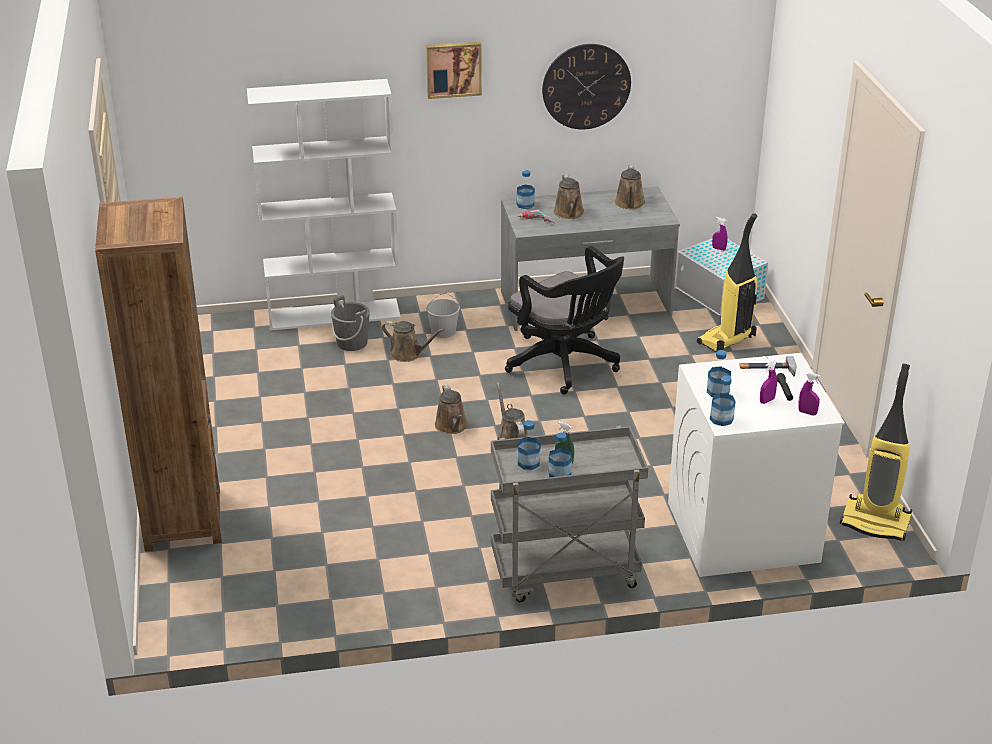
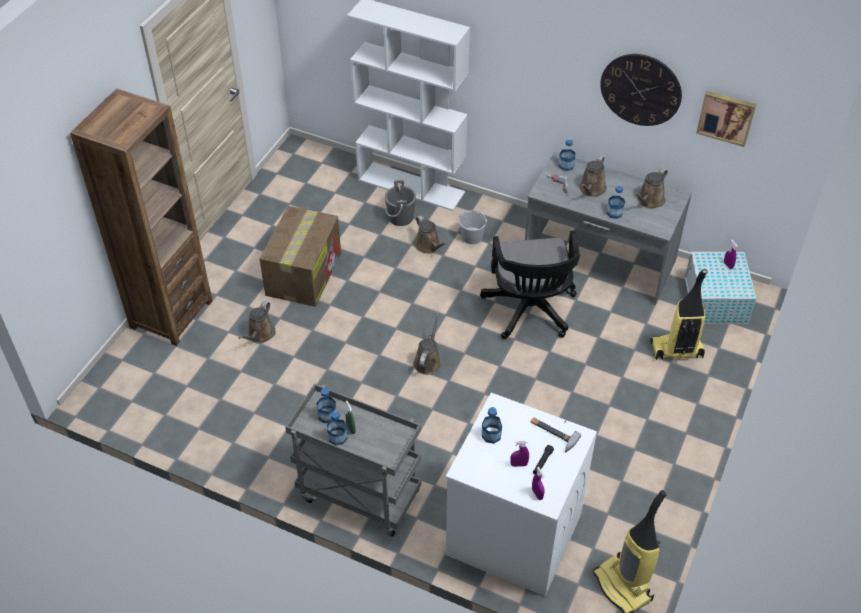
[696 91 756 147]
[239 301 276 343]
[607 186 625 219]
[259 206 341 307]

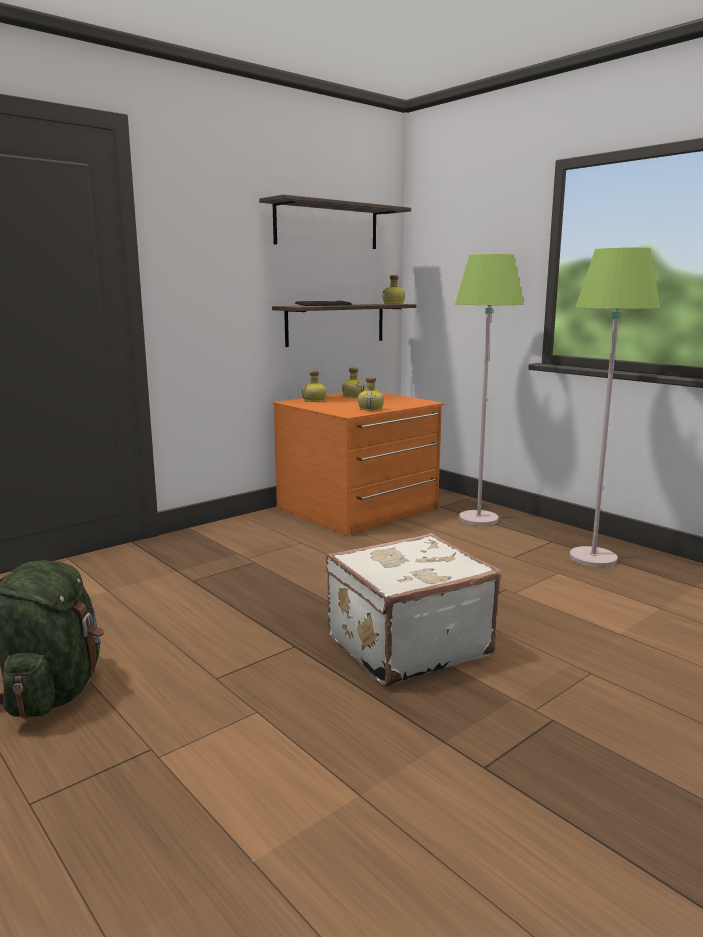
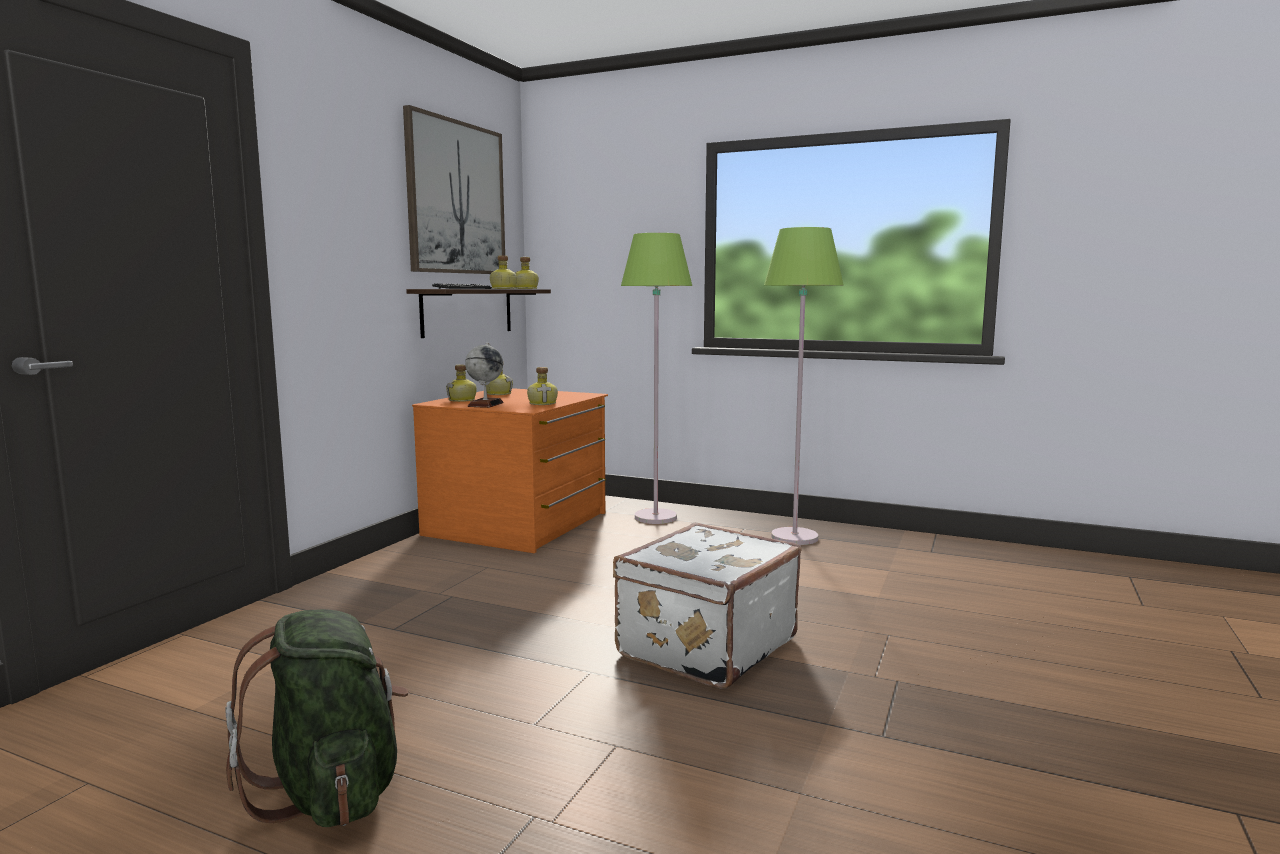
[403 105 505 274]
[465 342 504 408]
[490 255 517 289]

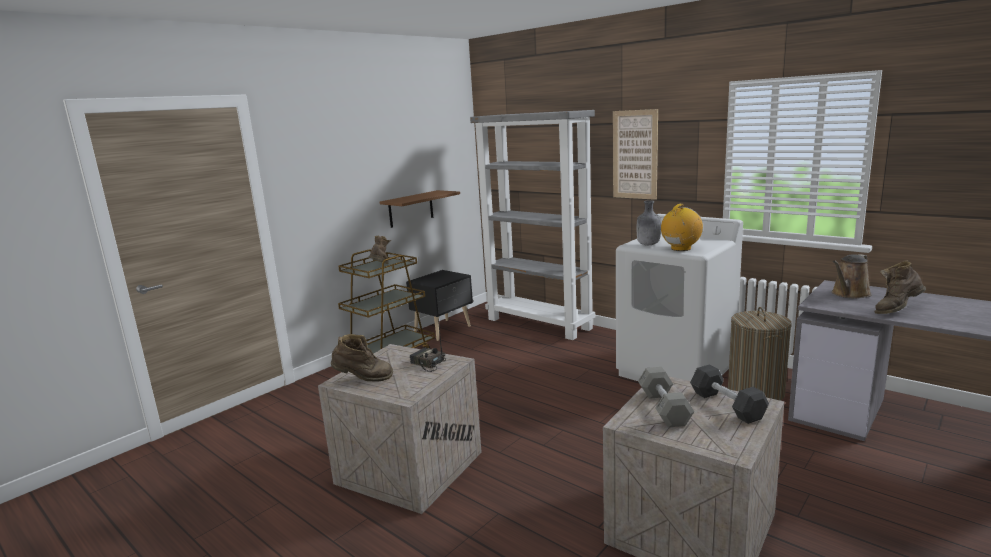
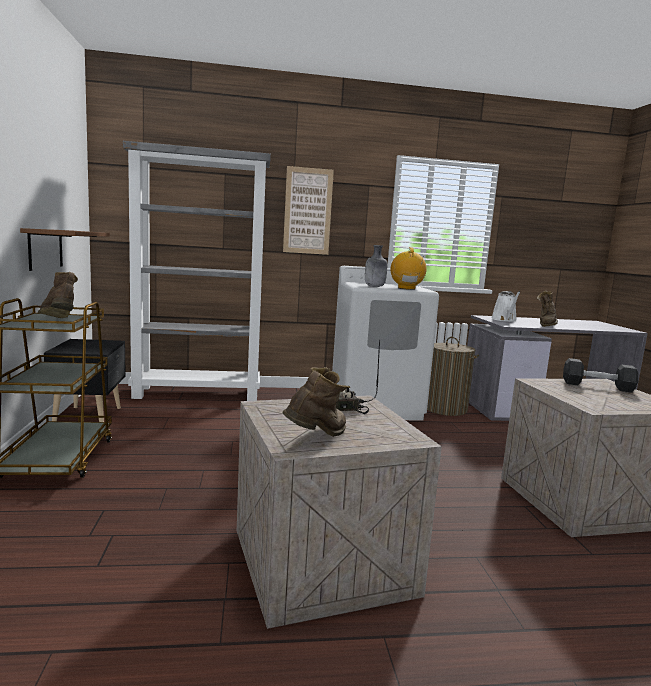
[638 367 694 427] (first image)
[491 291 521 322]

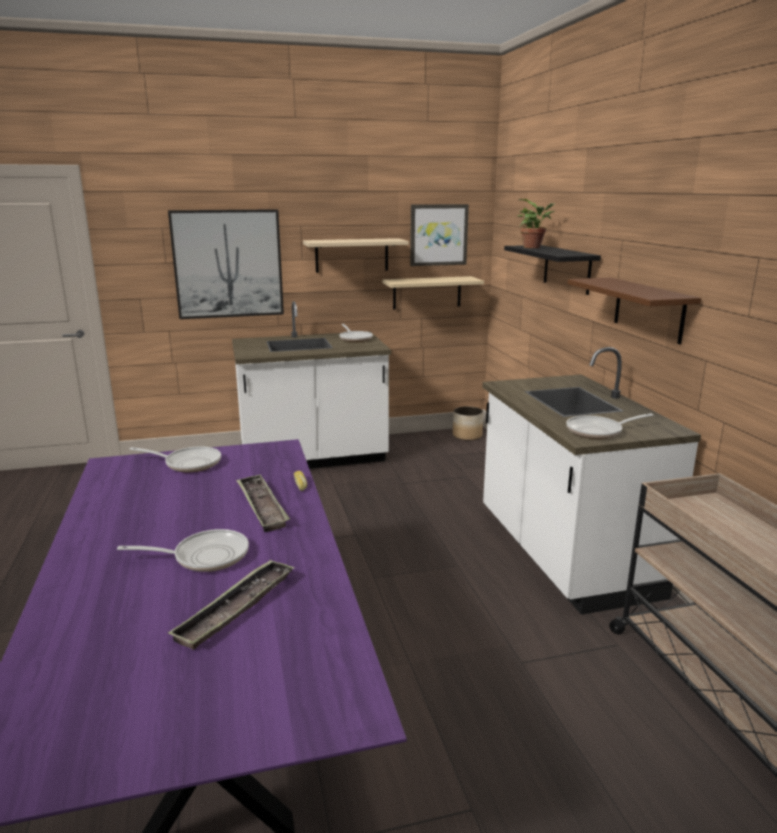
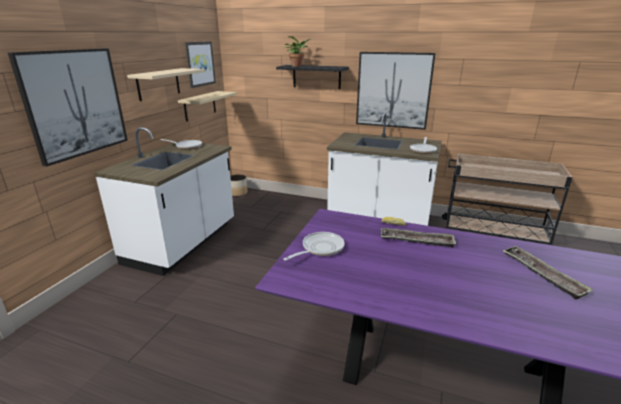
[117 529 249 572] (first image)
[356 52 436 130]

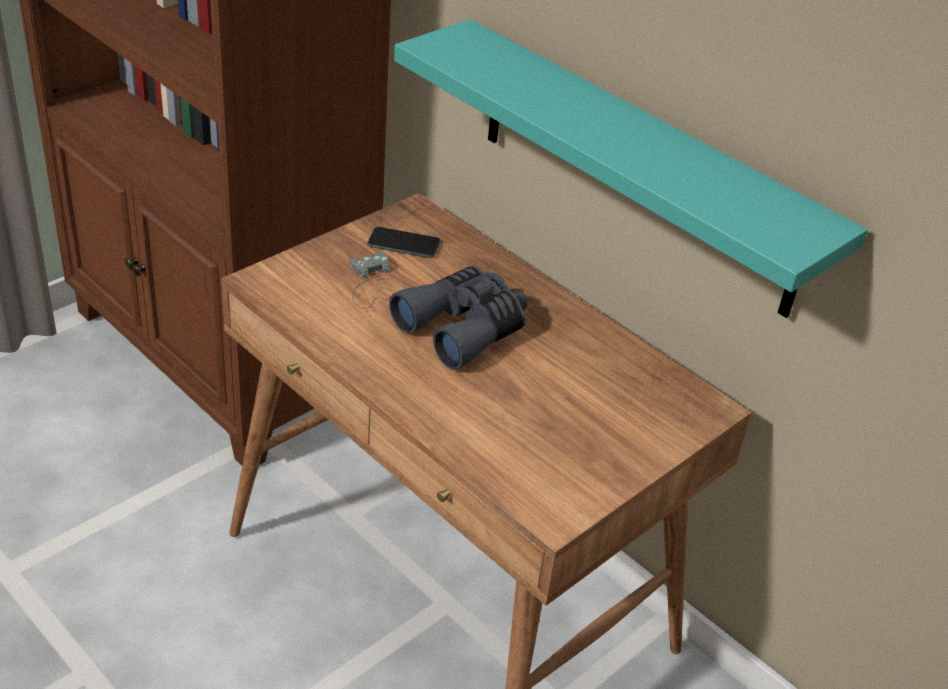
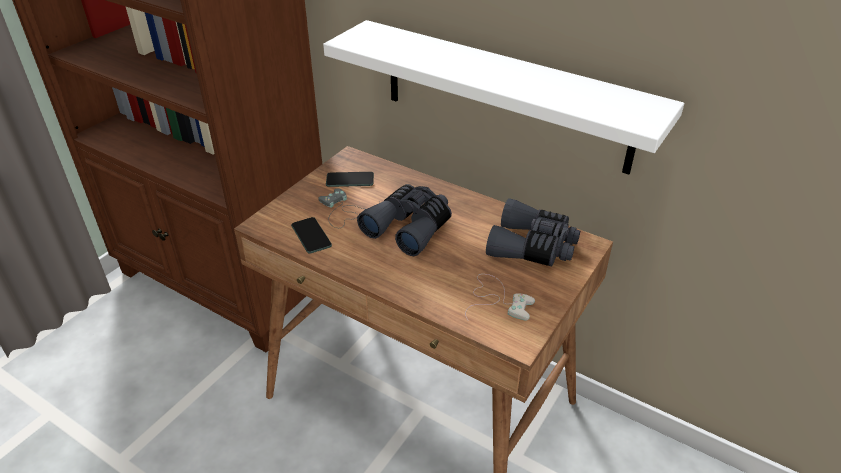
[323 20 684 174]
[291 217 332 254]
[465 274 535 321]
[486 198 580 267]

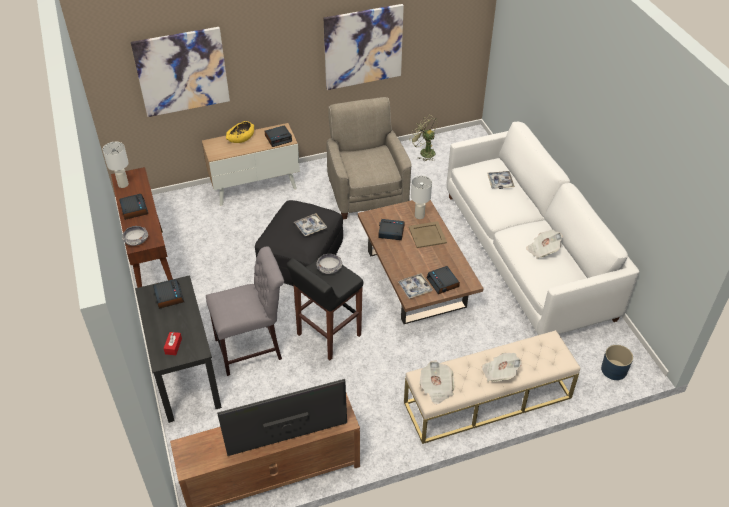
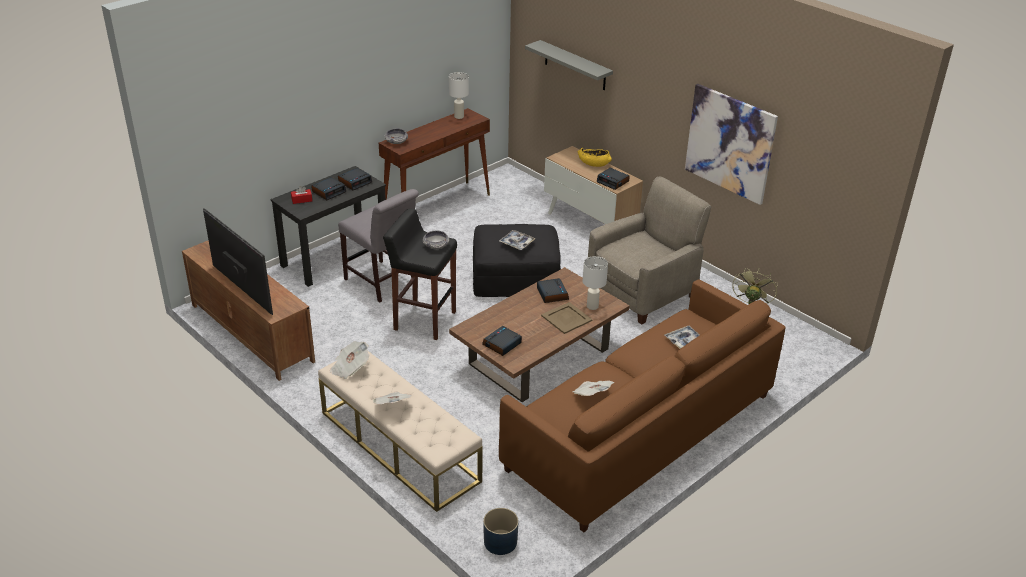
[311 177 346 200]
[525 40 613 90]
[398 273 433 299] (first image)
[499 279 786 532]

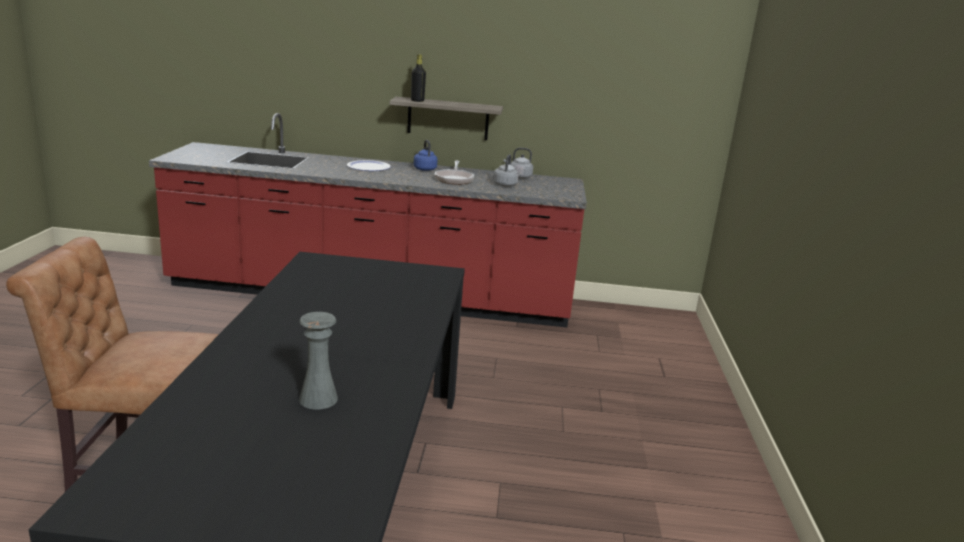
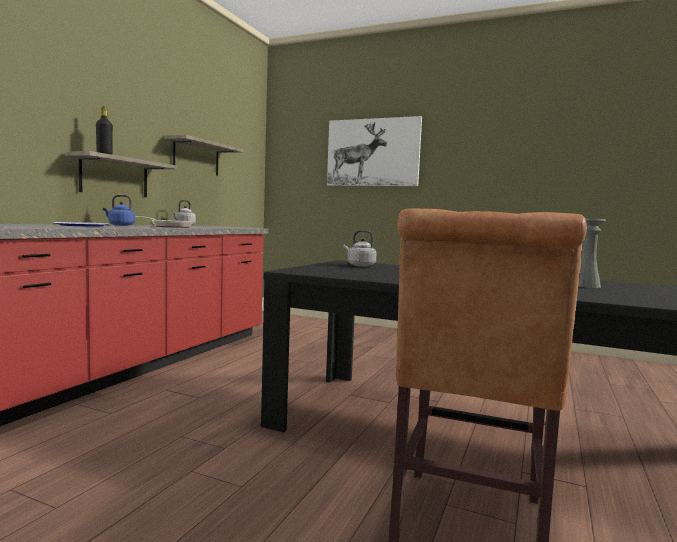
[344 230 376 267]
[164 135 243 176]
[327 116 422 186]

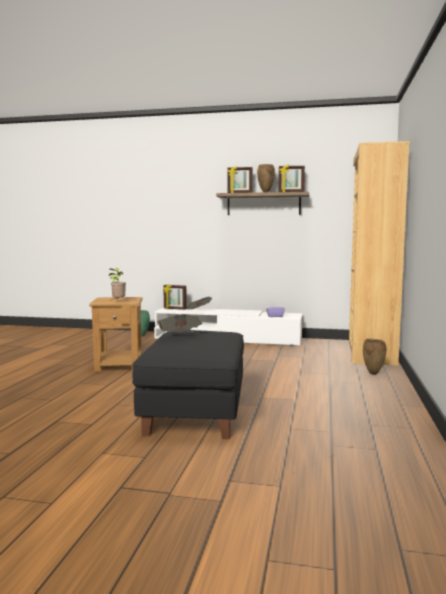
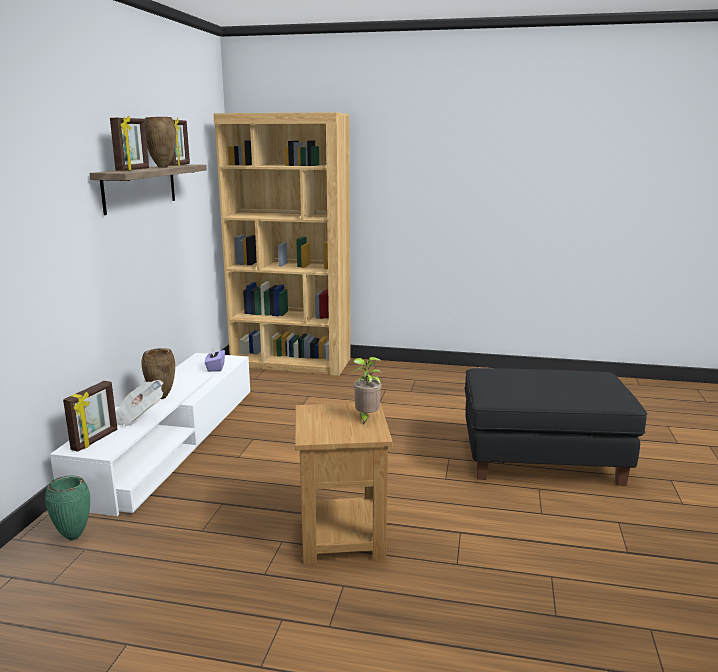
[158 314 202 332] (first image)
[141 348 175 399]

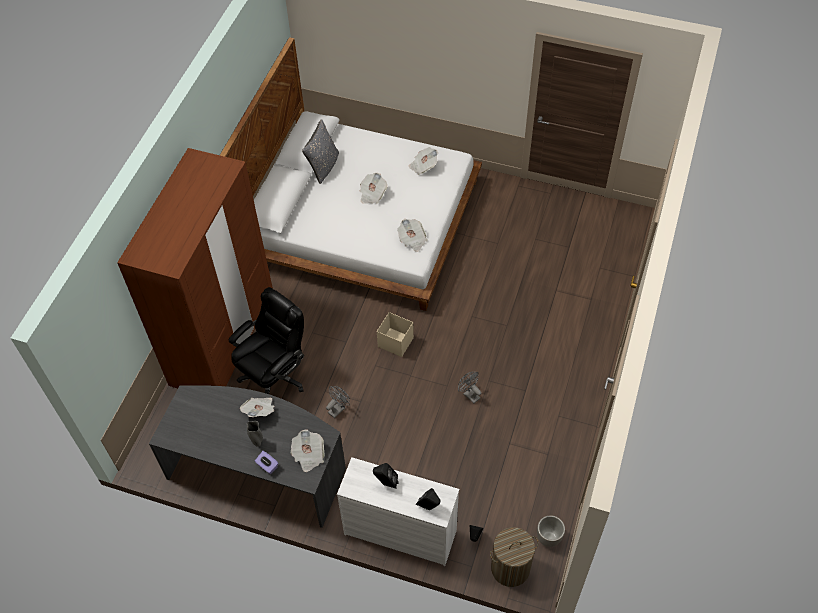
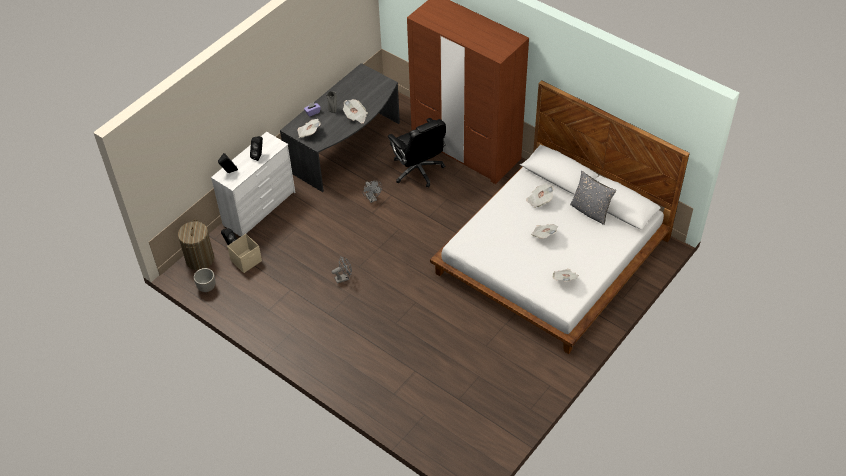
[227 234 262 273]
[526 184 554 208]

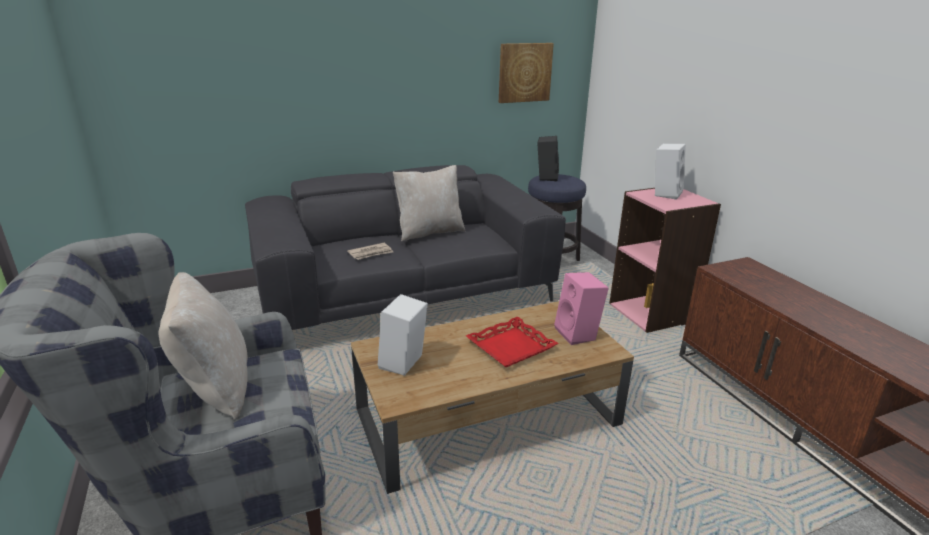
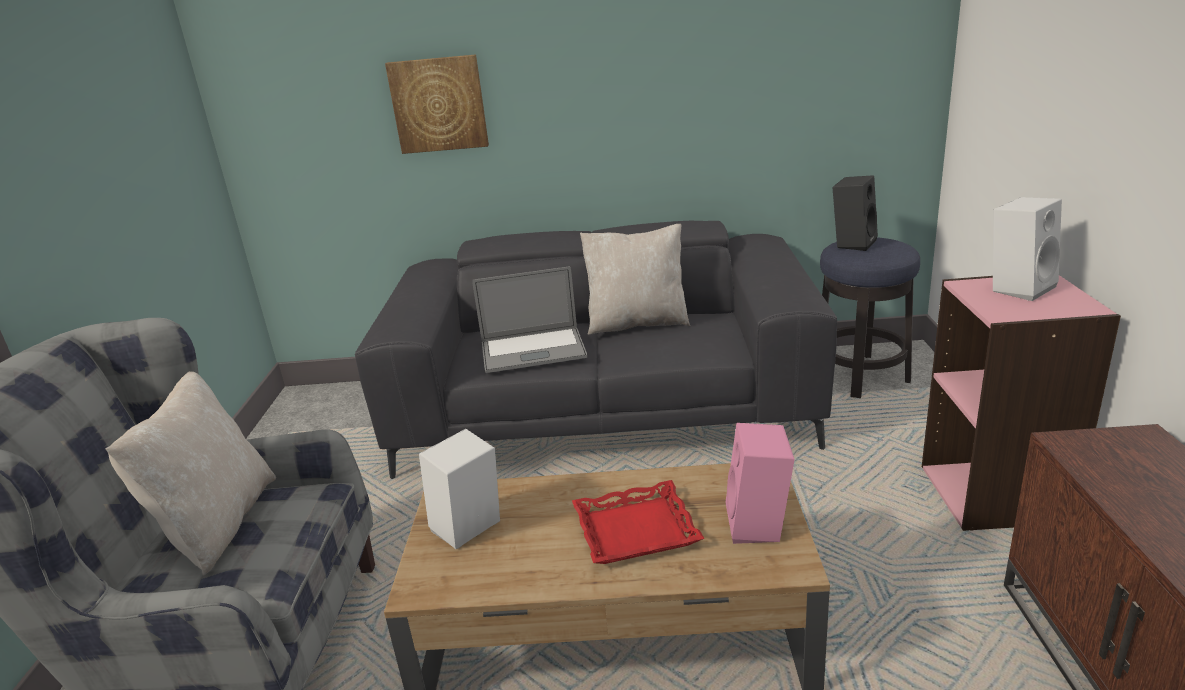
[472 266 587 373]
[385 55 489 154]

